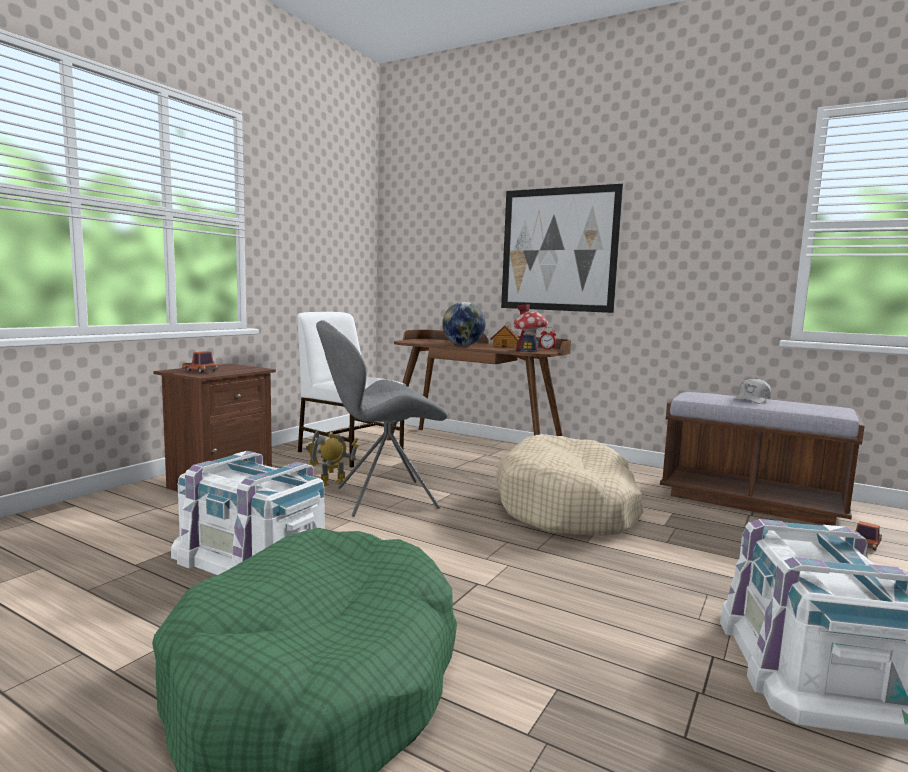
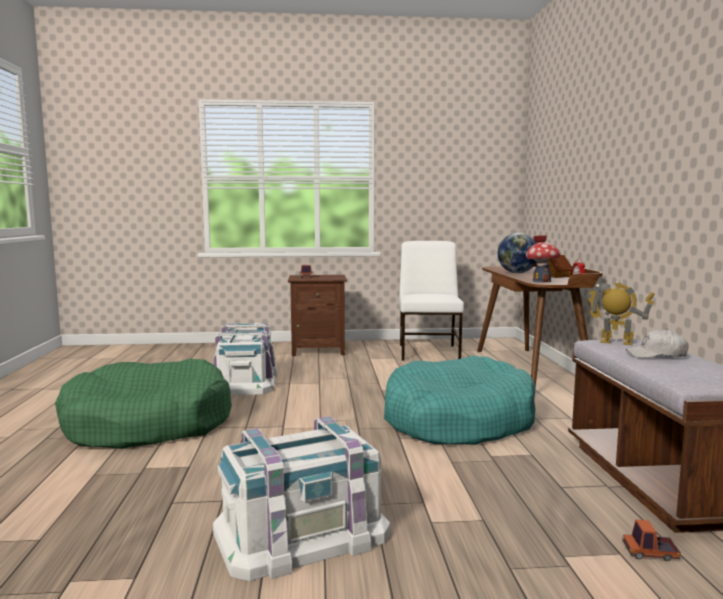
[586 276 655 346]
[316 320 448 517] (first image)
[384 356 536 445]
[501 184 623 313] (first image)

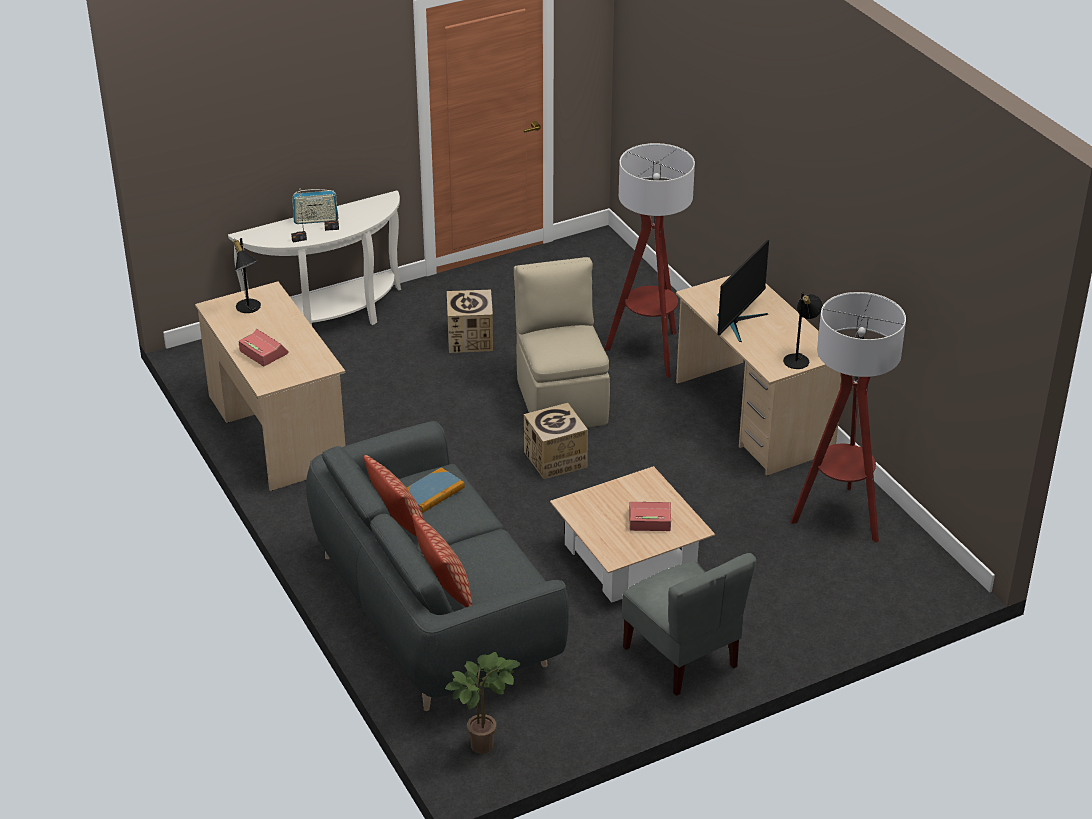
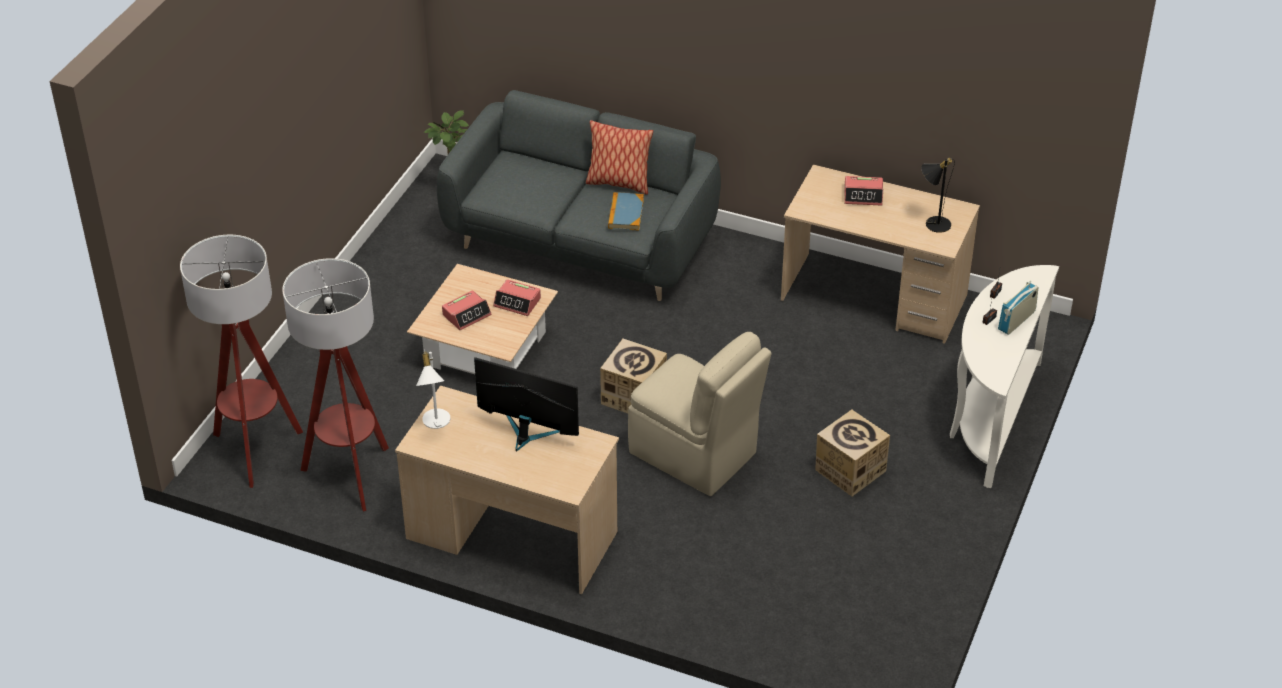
[412 514 472 607] (first image)
[180 235 303 488]
[622 553 757 696] (first image)
[474 357 579 451]
[416 350 450 429]
[493 279 541 316]

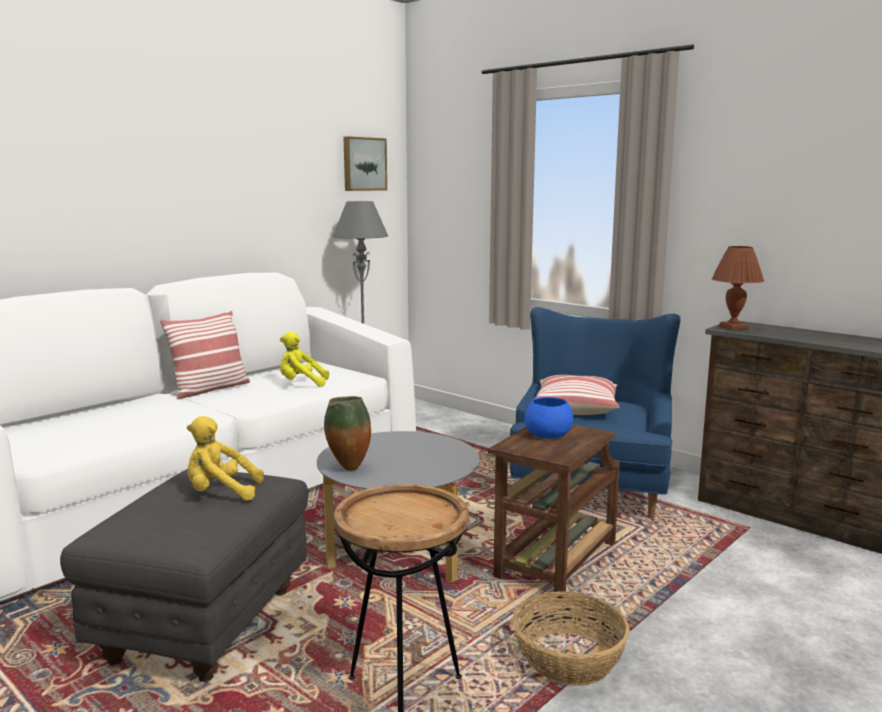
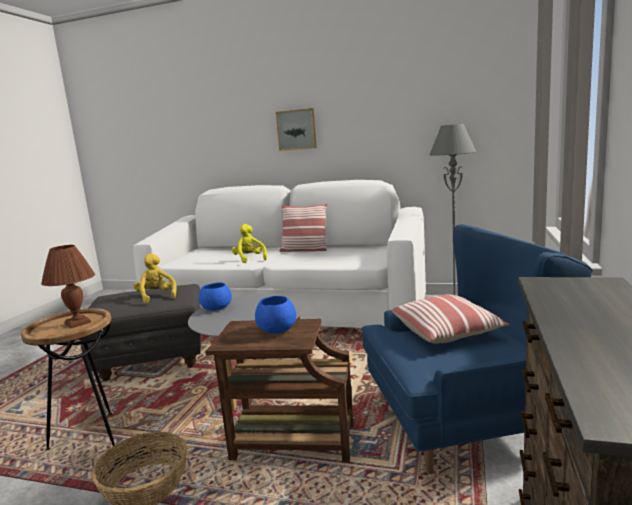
[232 224 267 263]
[199 282 232 311]
[276 108 317 151]
[41 245 95 328]

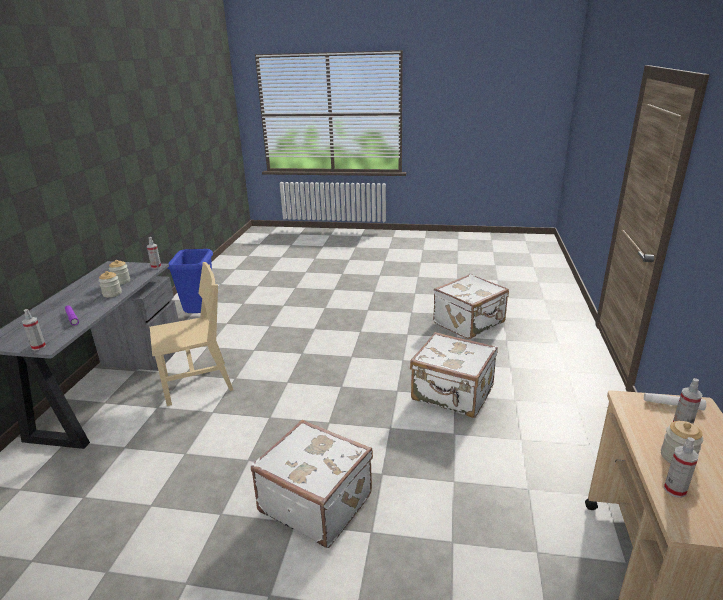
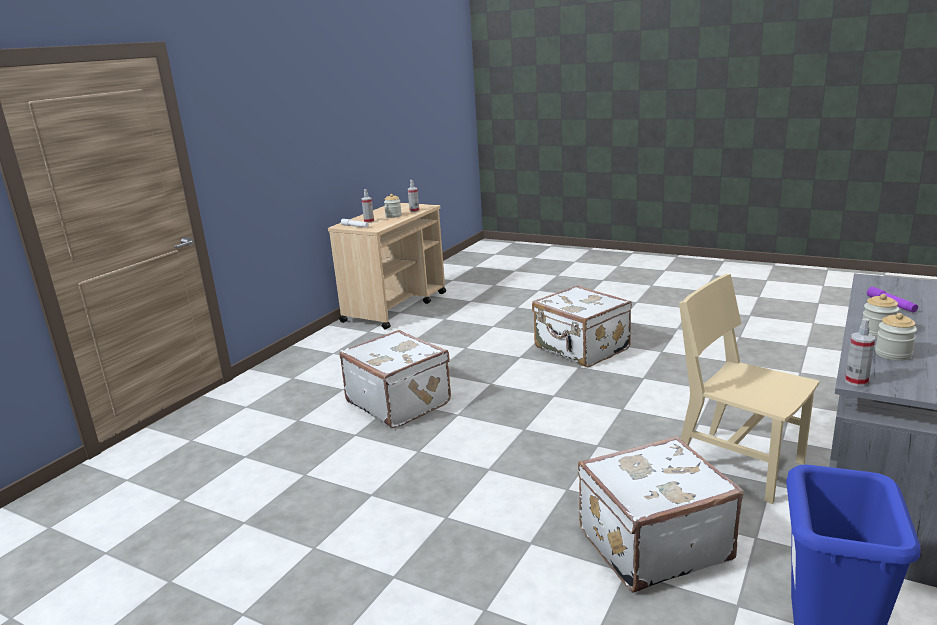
[22 309 46 351] (first image)
[679 274 819 504]
[578 436 744 592]

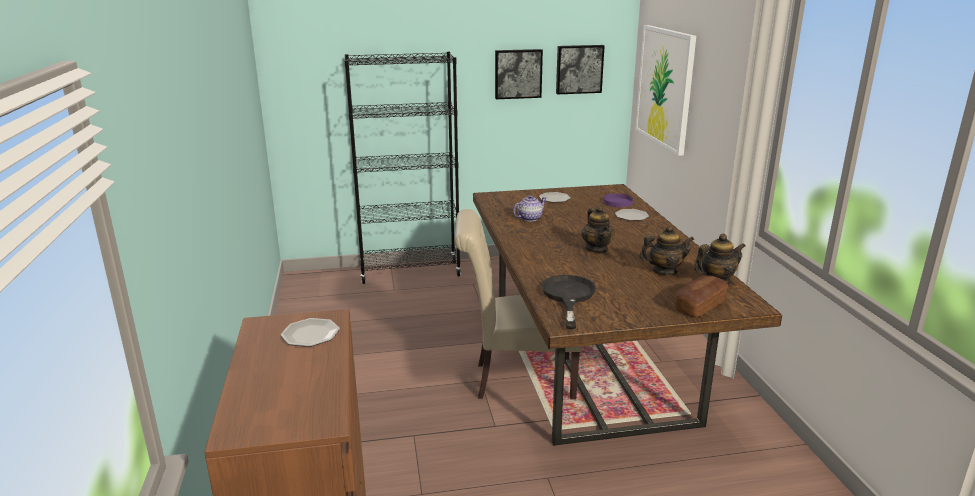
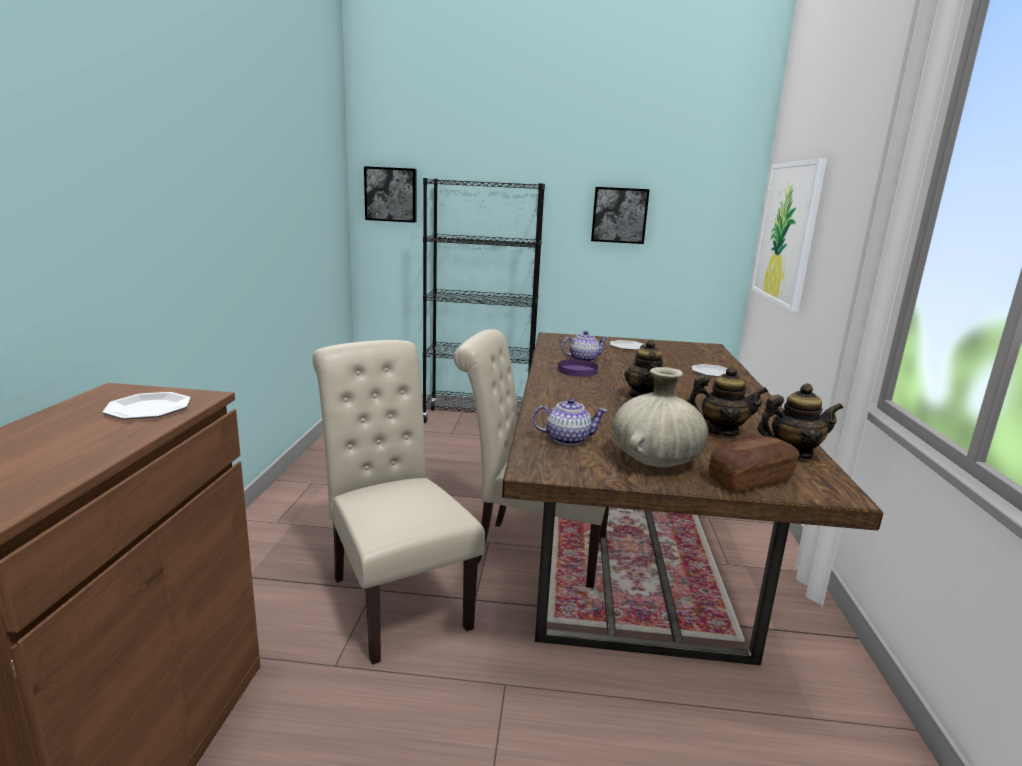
[532 398 608 445]
[364 166 416 223]
[558 359 598 377]
[313 340 485 665]
[612 367 708 467]

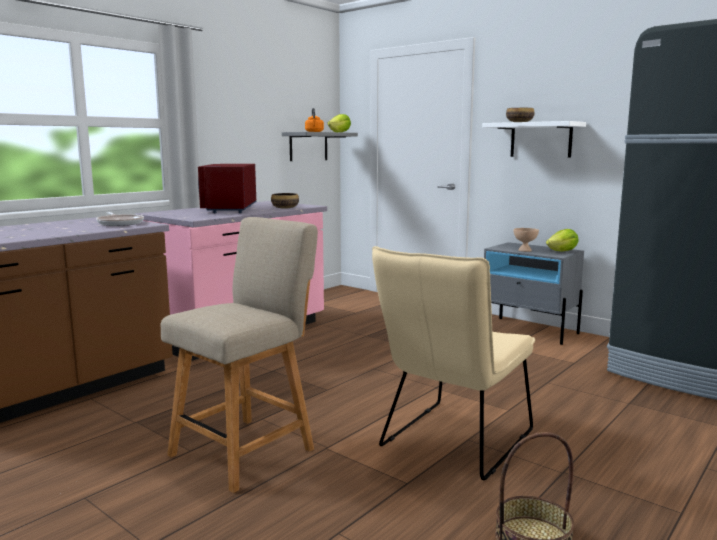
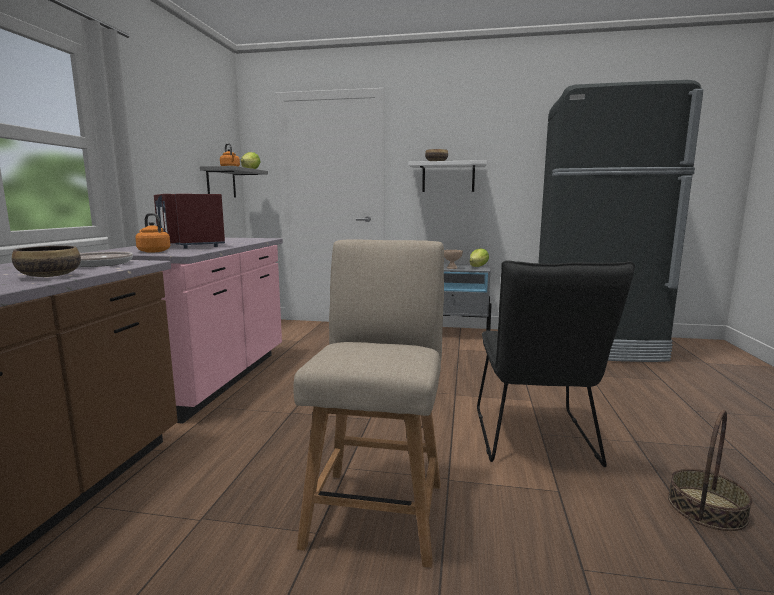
[12 246 81 277]
[477 261 635 467]
[135 213 170 253]

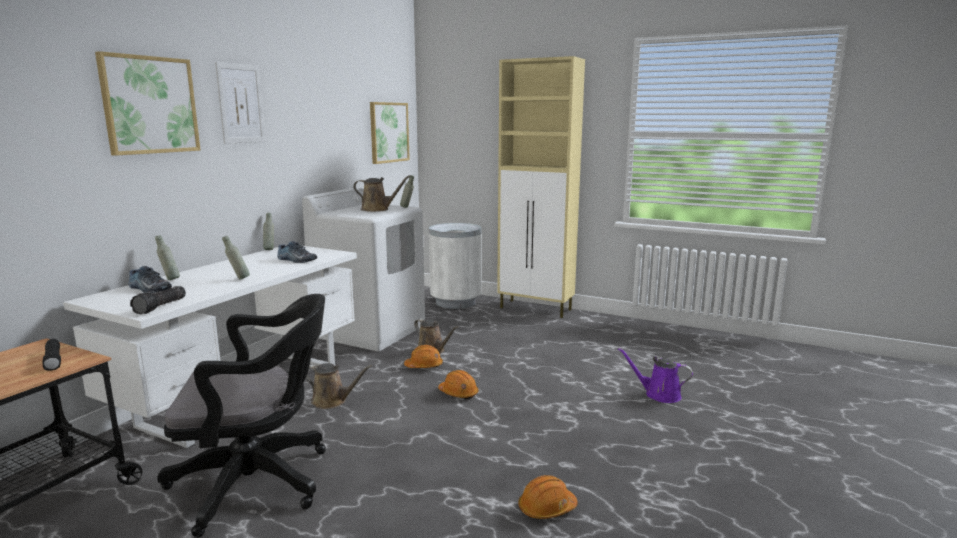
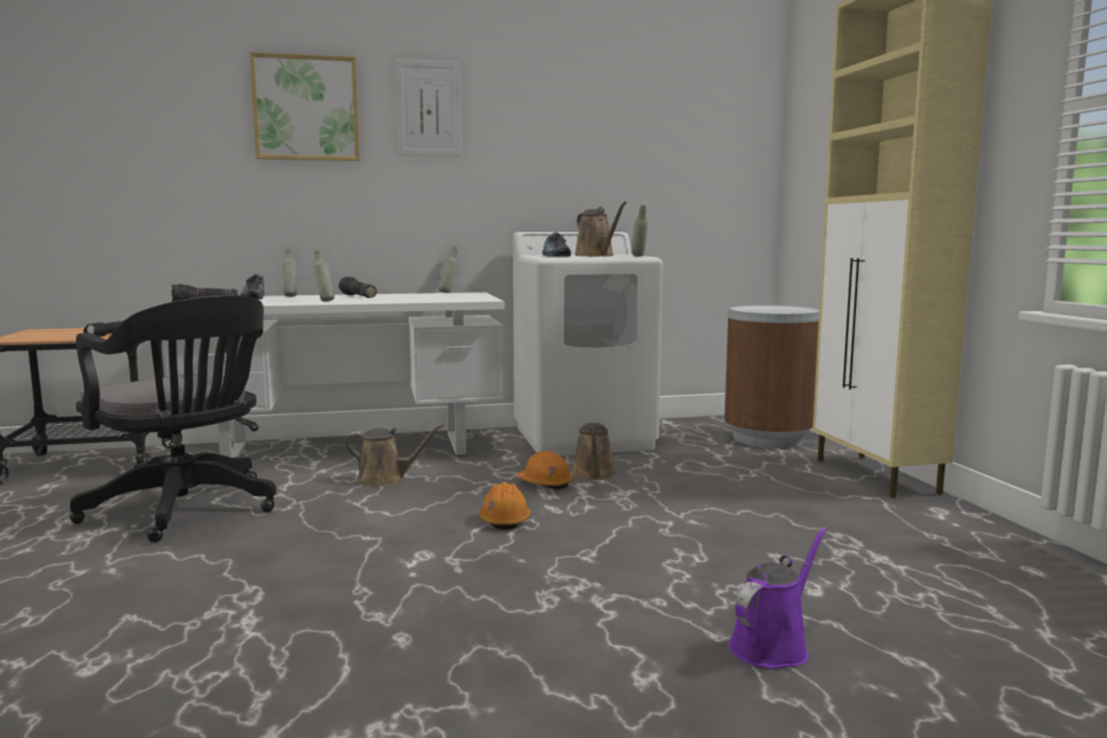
[542 232 571 257]
[344 424 444 487]
[370 102 410 164] (first image)
[724 305 819 448]
[518 475 578 519] (first image)
[729 527 827 669]
[339 277 377 298]

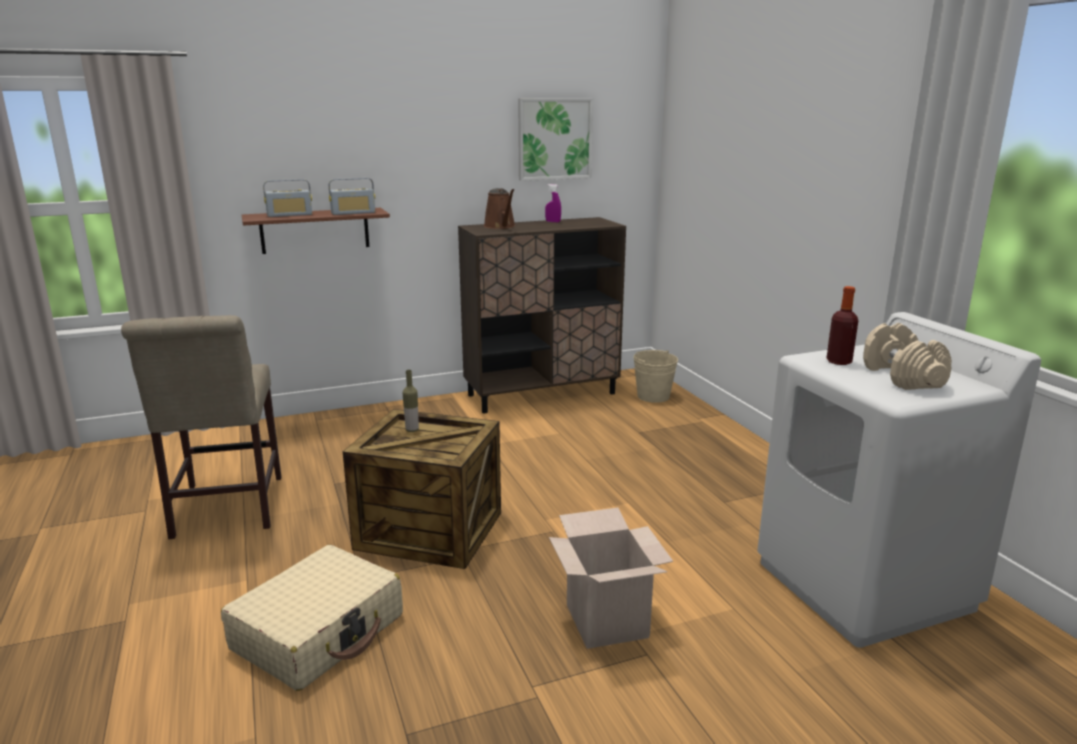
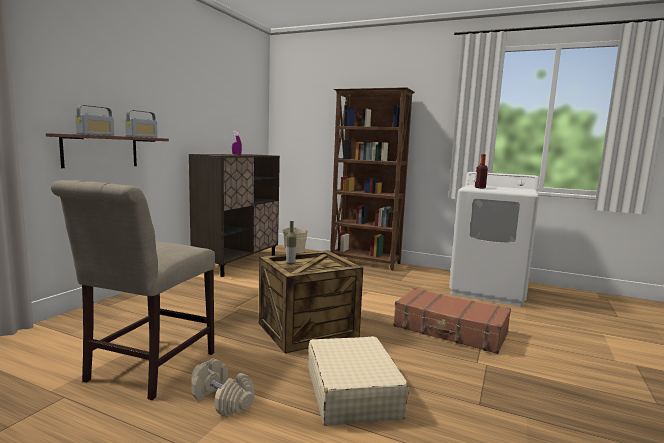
[51 180 215 400]
[484 188 515 229] (first image)
[518 98 593 181] (first image)
[393 288 511 354]
[191 359 255 417]
[330 87 415 270]

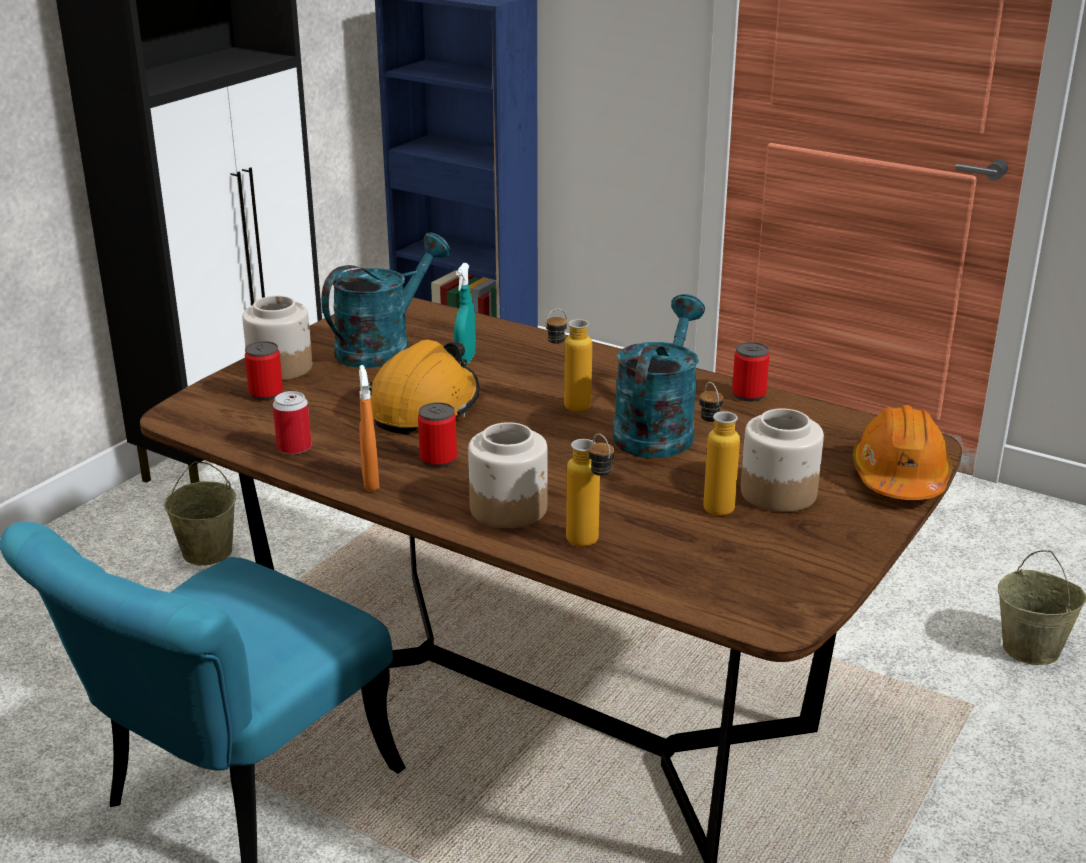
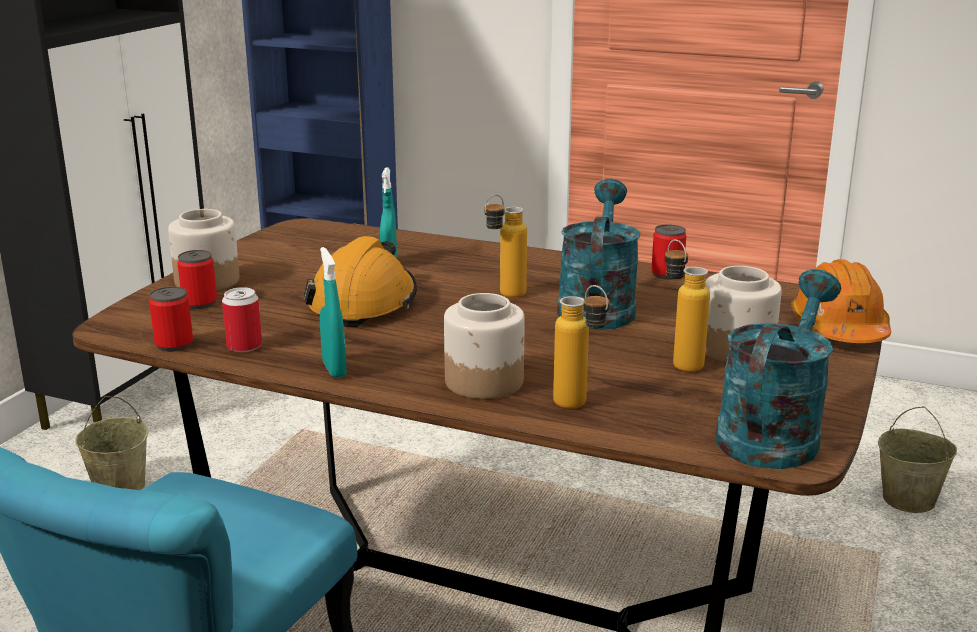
[716 269 841 469]
[320 247 346 378]
[149 287 193 352]

